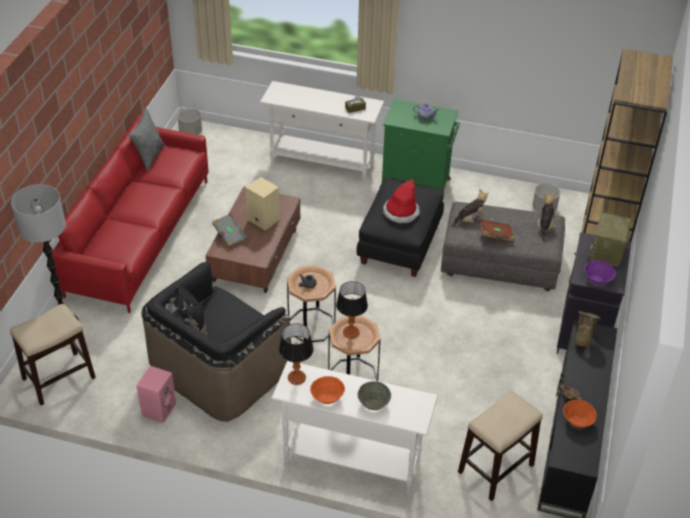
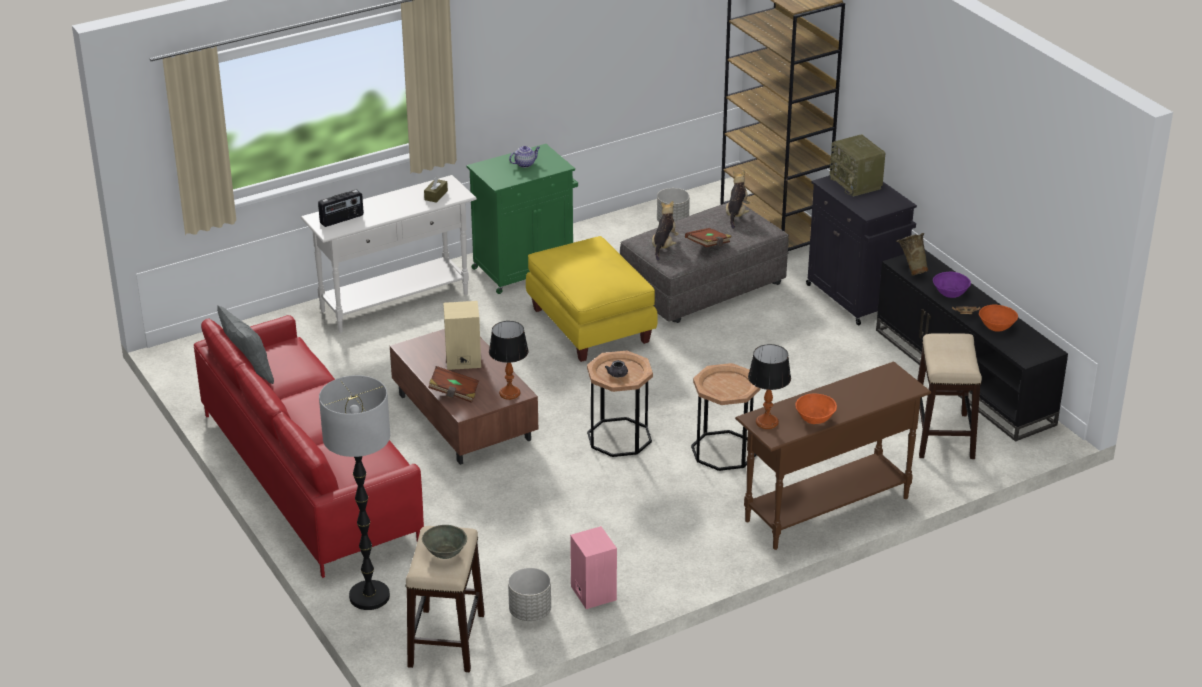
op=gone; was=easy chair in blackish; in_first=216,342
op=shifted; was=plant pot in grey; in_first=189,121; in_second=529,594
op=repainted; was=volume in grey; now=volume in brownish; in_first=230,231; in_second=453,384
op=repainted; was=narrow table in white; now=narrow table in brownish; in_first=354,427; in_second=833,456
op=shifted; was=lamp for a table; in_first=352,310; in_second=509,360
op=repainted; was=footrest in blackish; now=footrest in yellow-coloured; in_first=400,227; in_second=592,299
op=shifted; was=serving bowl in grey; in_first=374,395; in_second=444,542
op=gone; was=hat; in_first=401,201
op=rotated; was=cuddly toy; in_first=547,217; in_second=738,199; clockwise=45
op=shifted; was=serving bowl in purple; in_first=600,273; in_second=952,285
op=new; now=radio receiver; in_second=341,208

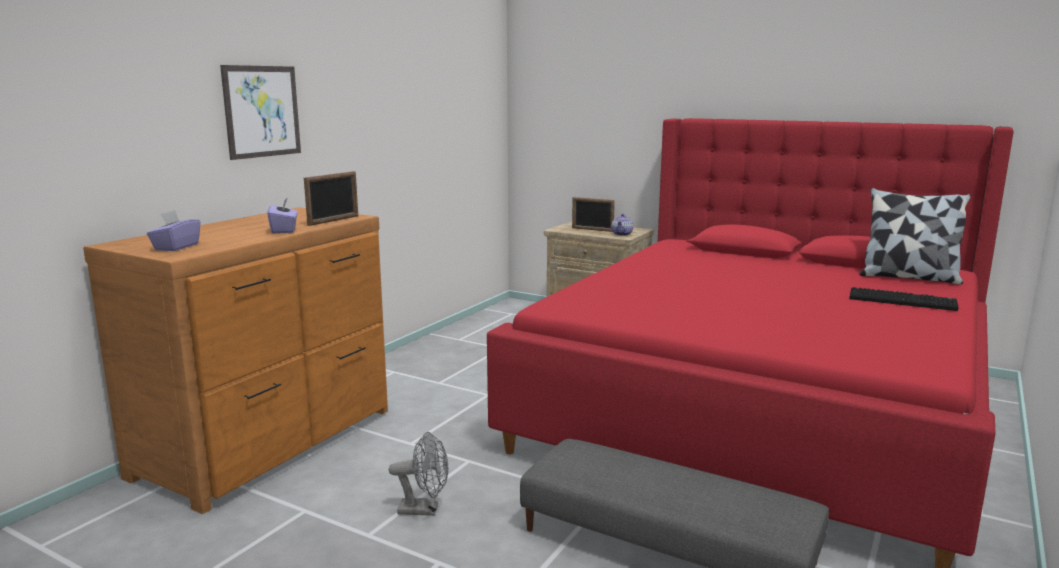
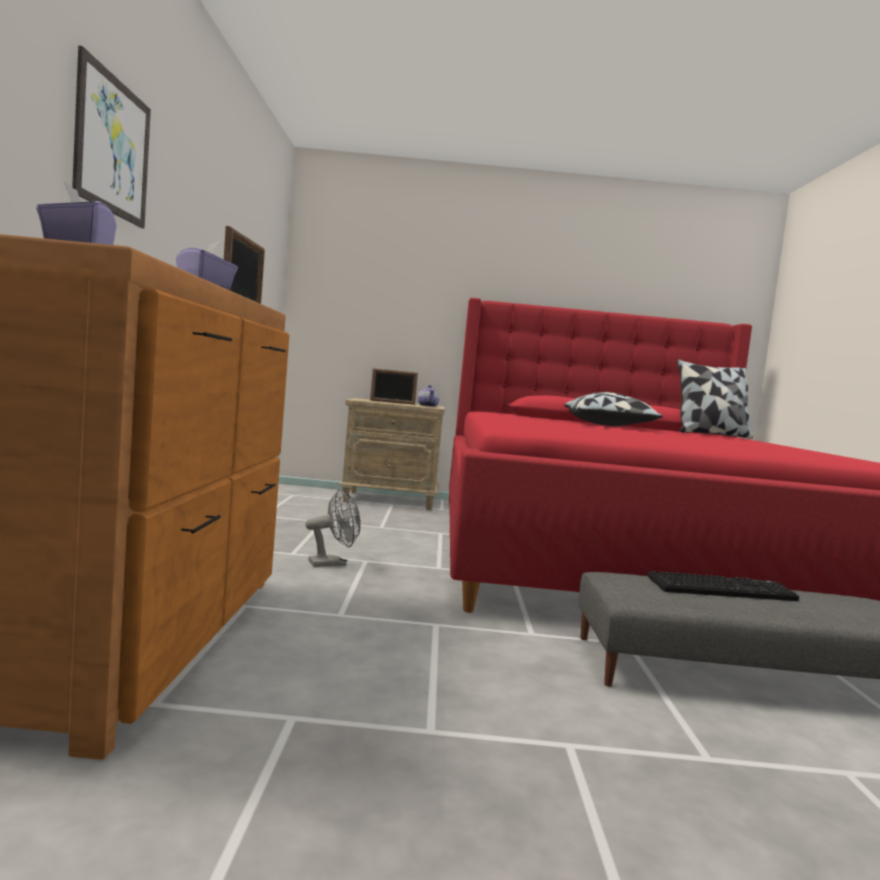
op=shifted; was=fan in grey; in_first=418,474; in_second=333,528
op=shifted; was=PC keyboard; in_first=904,299; in_second=723,586
op=new; now=pillow; in_second=613,409

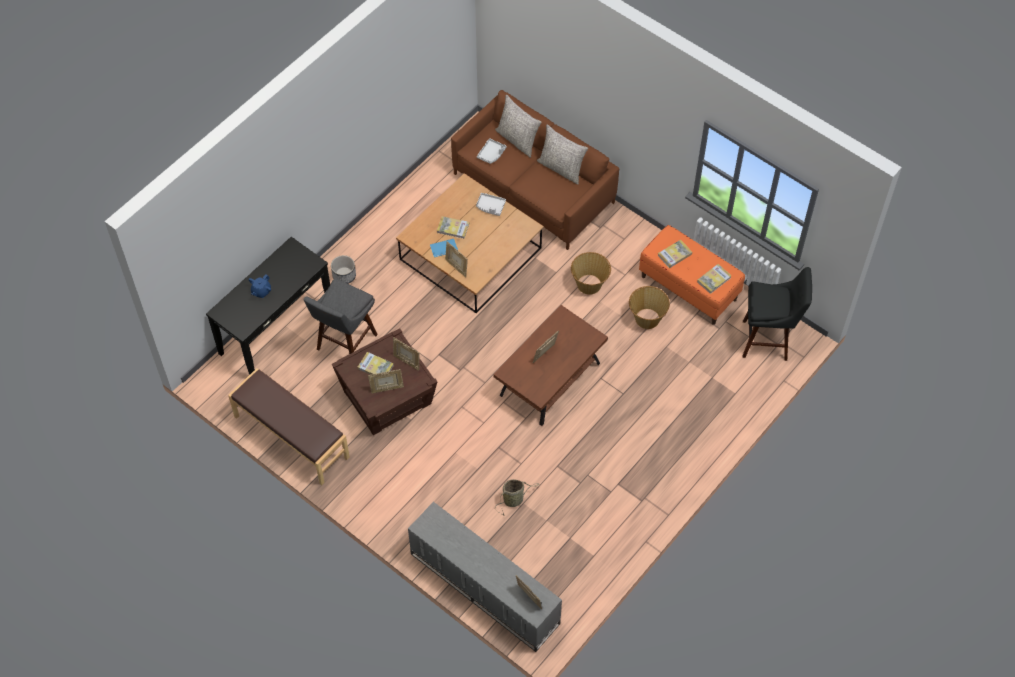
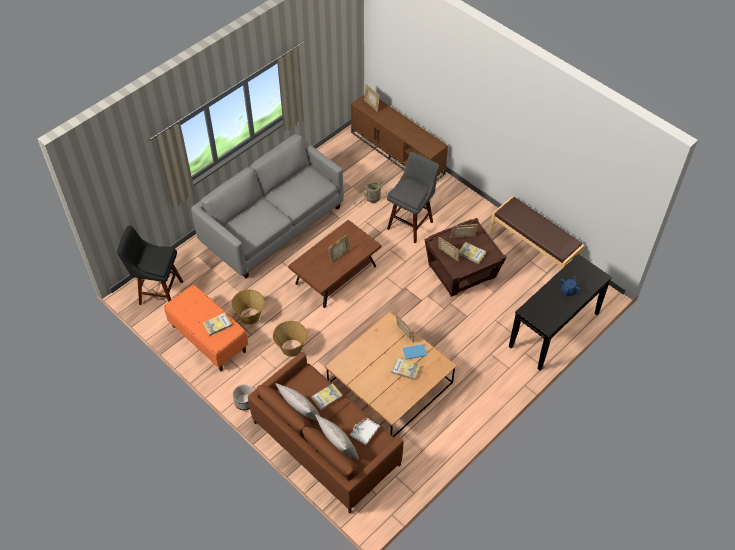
op=shifted; was=stool seat in grey; in_first=341,316; in_second=413,198
op=shifted; was=plant pot; in_first=343,269; in_second=243,397
op=repainted; was=media console in grey; now=media console in brownish; in_first=485,577; in_second=399,137
op=gone; was=serving tray in grey; in_first=491,204
op=shifted; was=volume; in_first=714,279; in_second=326,397
op=new; now=sofa in grey; in_second=267,206

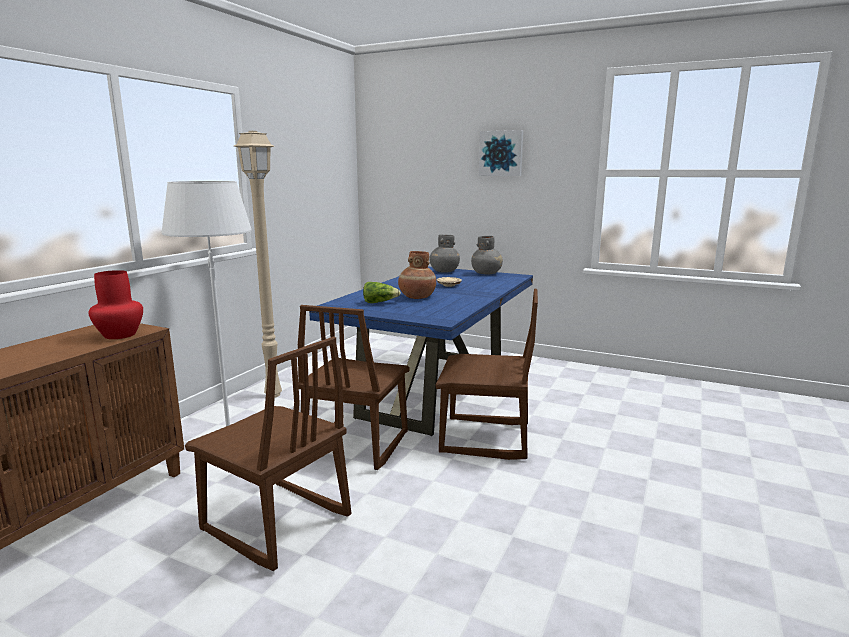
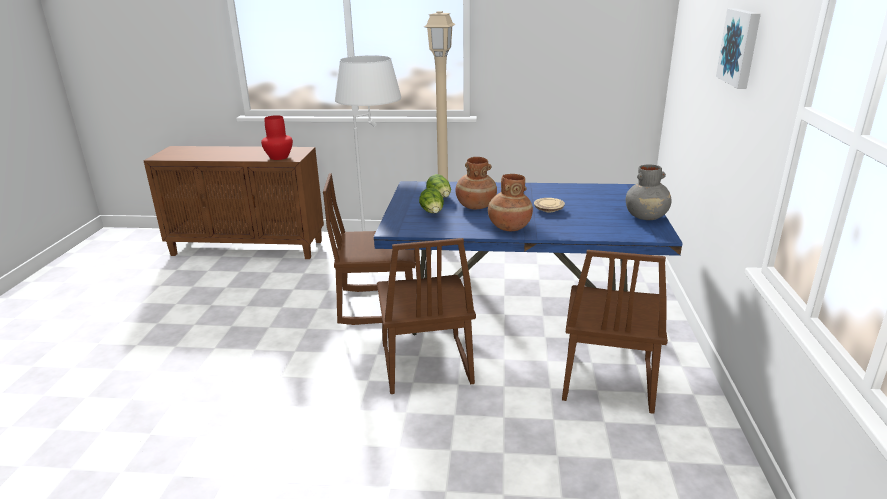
op=shifted; was=chair in brownish; in_first=268,453; in_second=615,332
op=gone; was=vase in grey; in_first=444,253
op=new; now=head of lettuce; in_second=431,200
op=new; now=vase in brownish; in_second=510,202

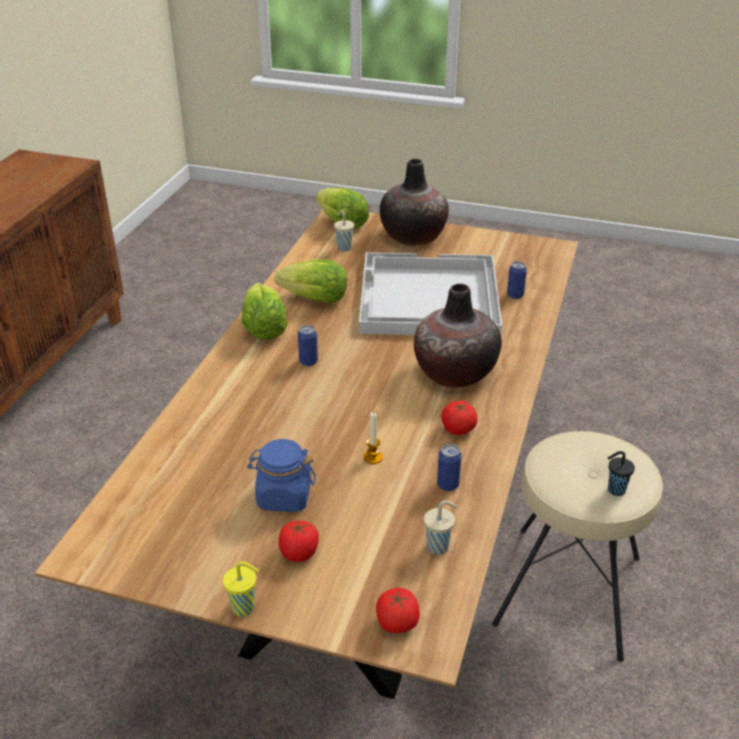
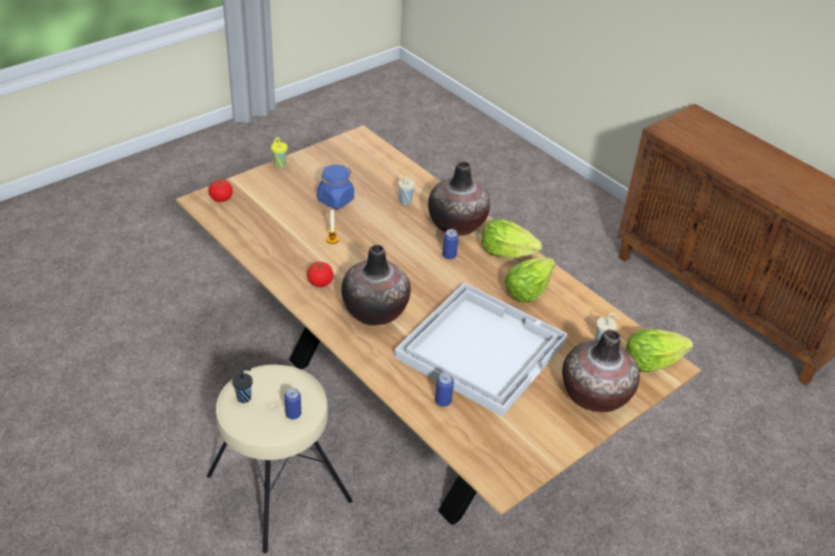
op=gone; was=whole tomato; in_first=298,541
op=shifted; was=cup in sand-coloured; in_first=440,528; in_second=406,189
op=shifted; was=can; in_first=449,467; in_second=293,404
op=new; now=vase; in_second=459,199

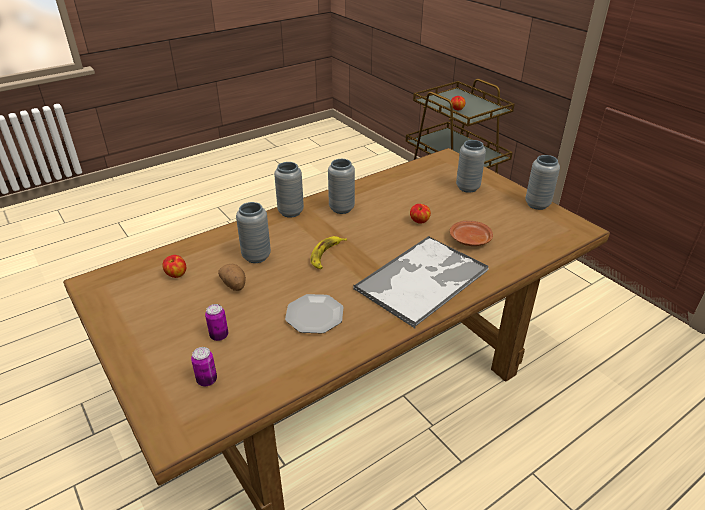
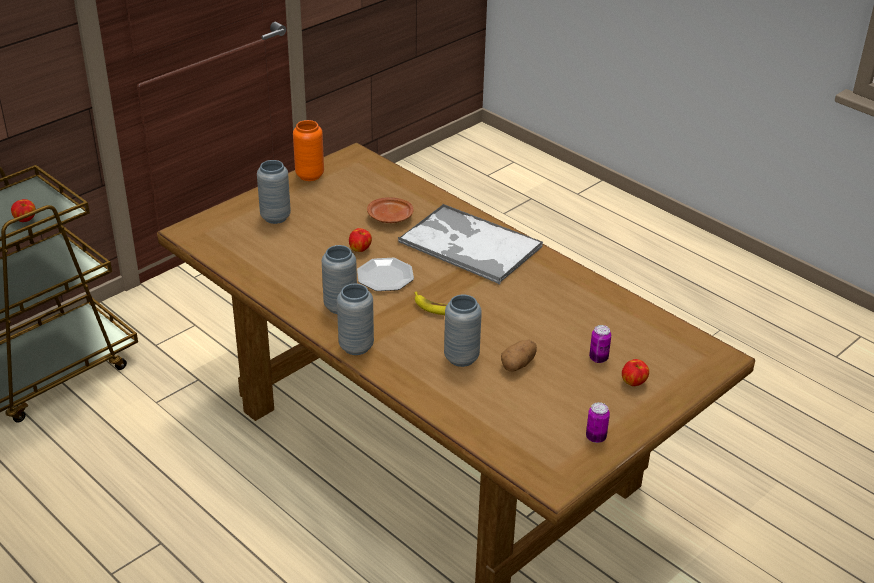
op=shifted; was=apple; in_first=174,266; in_second=635,372
op=shifted; was=can; in_first=204,366; in_second=598,422
op=shifted; was=flat dish; in_first=314,313; in_second=385,274
op=repainted; was=vase in grey; now=vase in orange-coloured; in_first=542,182; in_second=308,150

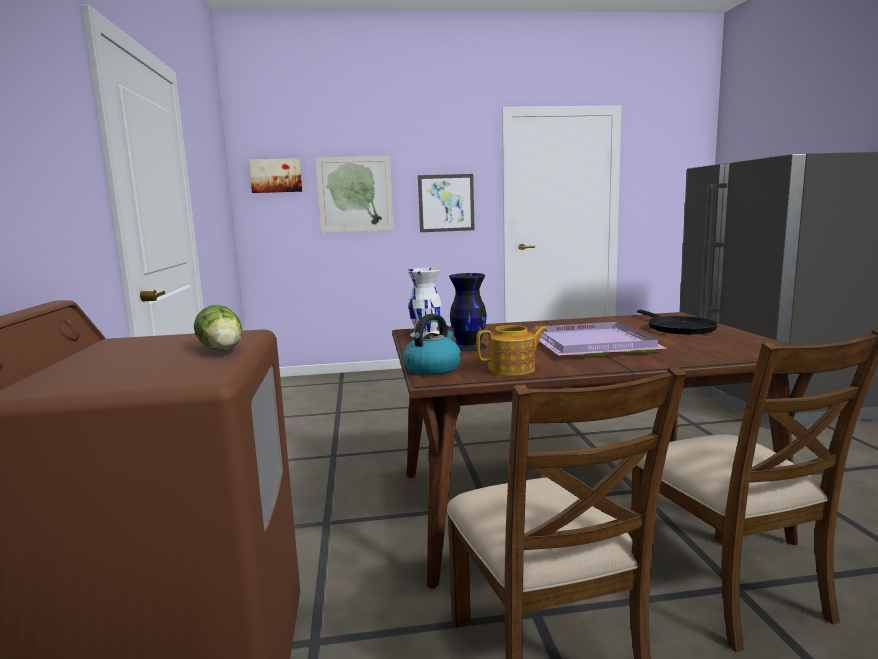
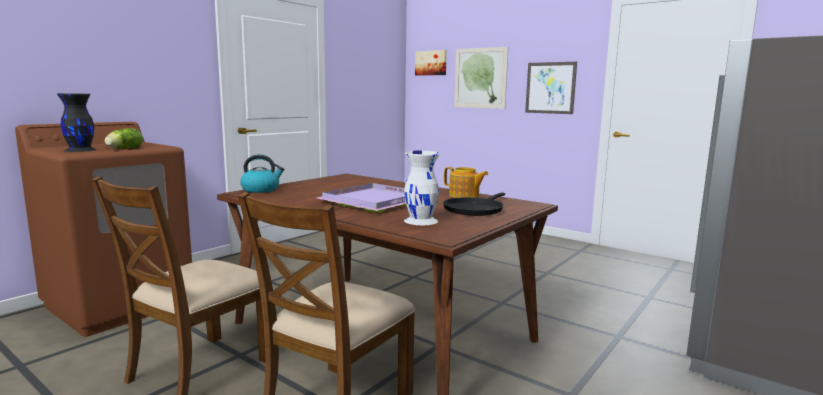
op=shifted; was=vase in white; in_first=424,302; in_second=421,188
op=shifted; was=vase in blackish; in_first=468,312; in_second=76,122
op=shifted; was=teapot; in_first=512,350; in_second=466,182

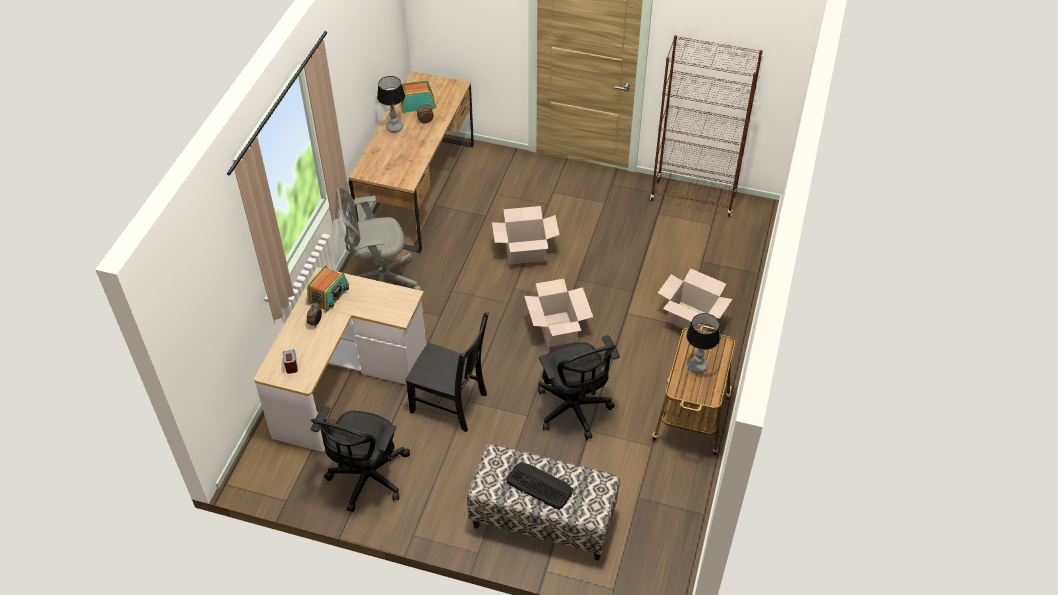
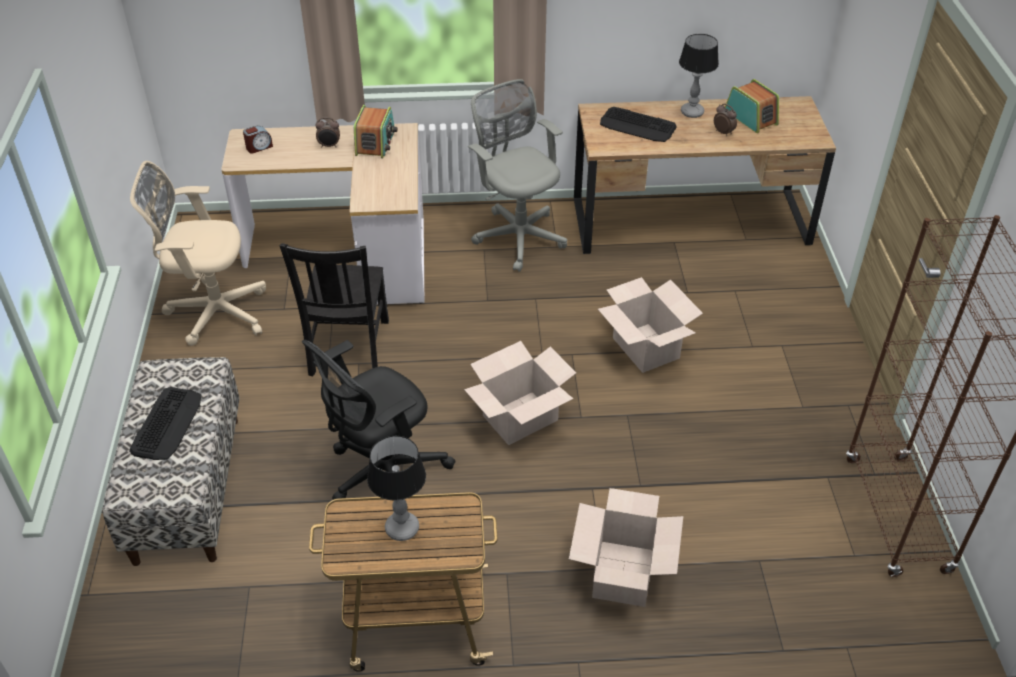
op=rotated; was=radio receiver; in_first=328,289; in_second=376,131; clockwise=-90
op=repainted; was=desk chair in blackish; now=desk chair in sand-coloured; in_first=360,459; in_second=198,253
op=new; now=PC keyboard; in_second=638,124

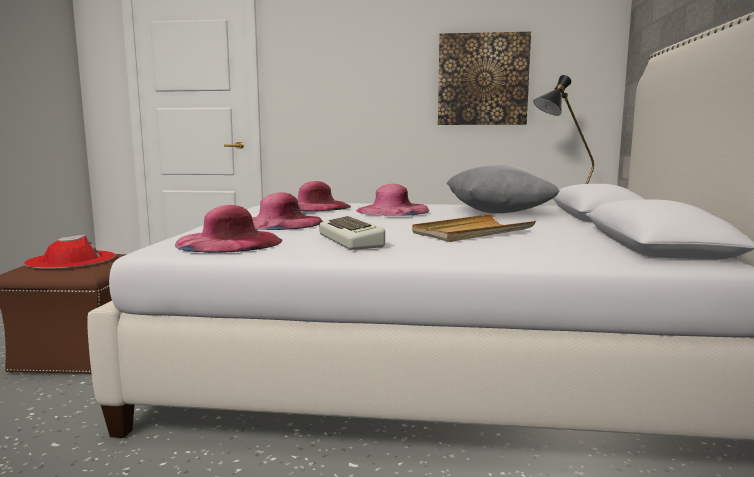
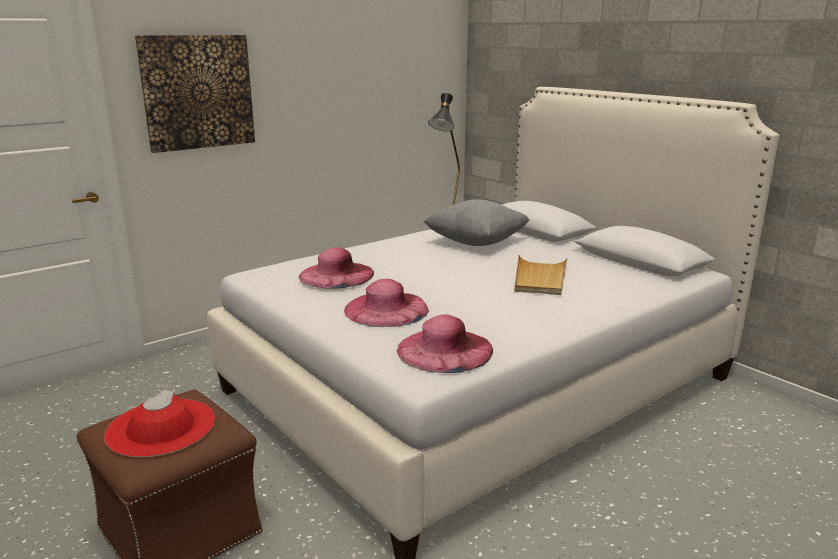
op=gone; was=PC keyboard; in_first=352,233
op=gone; was=hat in pink; in_first=392,200
op=shifted; was=picture; in_first=484,78; in_second=195,94

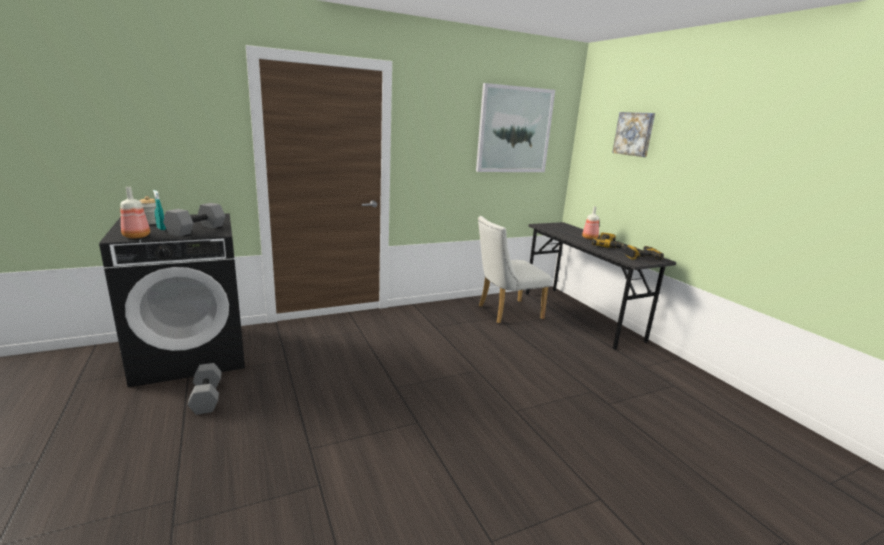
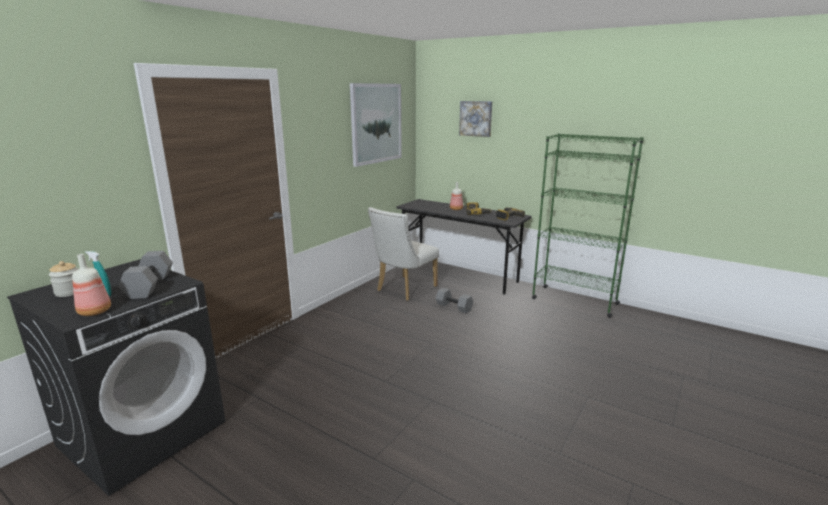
op=shifted; was=free weight in grey; in_first=205,389; in_second=454,300
op=new; now=bookcase in green; in_second=588,225

